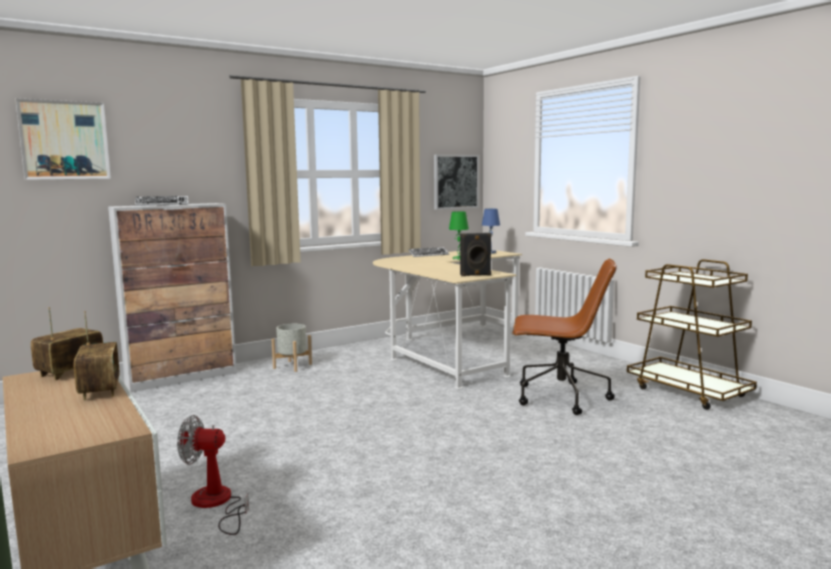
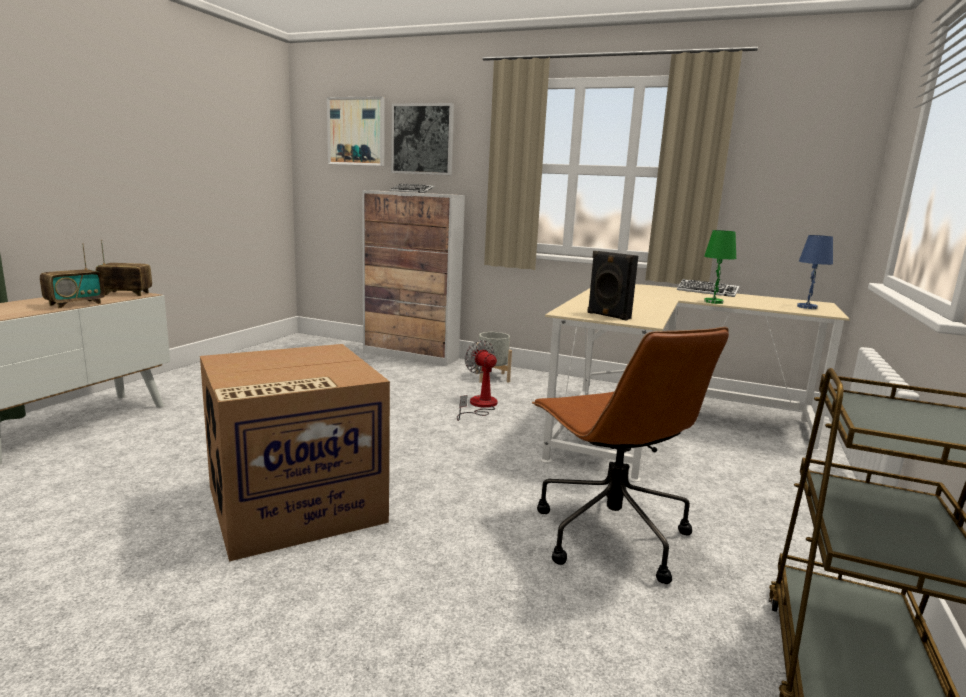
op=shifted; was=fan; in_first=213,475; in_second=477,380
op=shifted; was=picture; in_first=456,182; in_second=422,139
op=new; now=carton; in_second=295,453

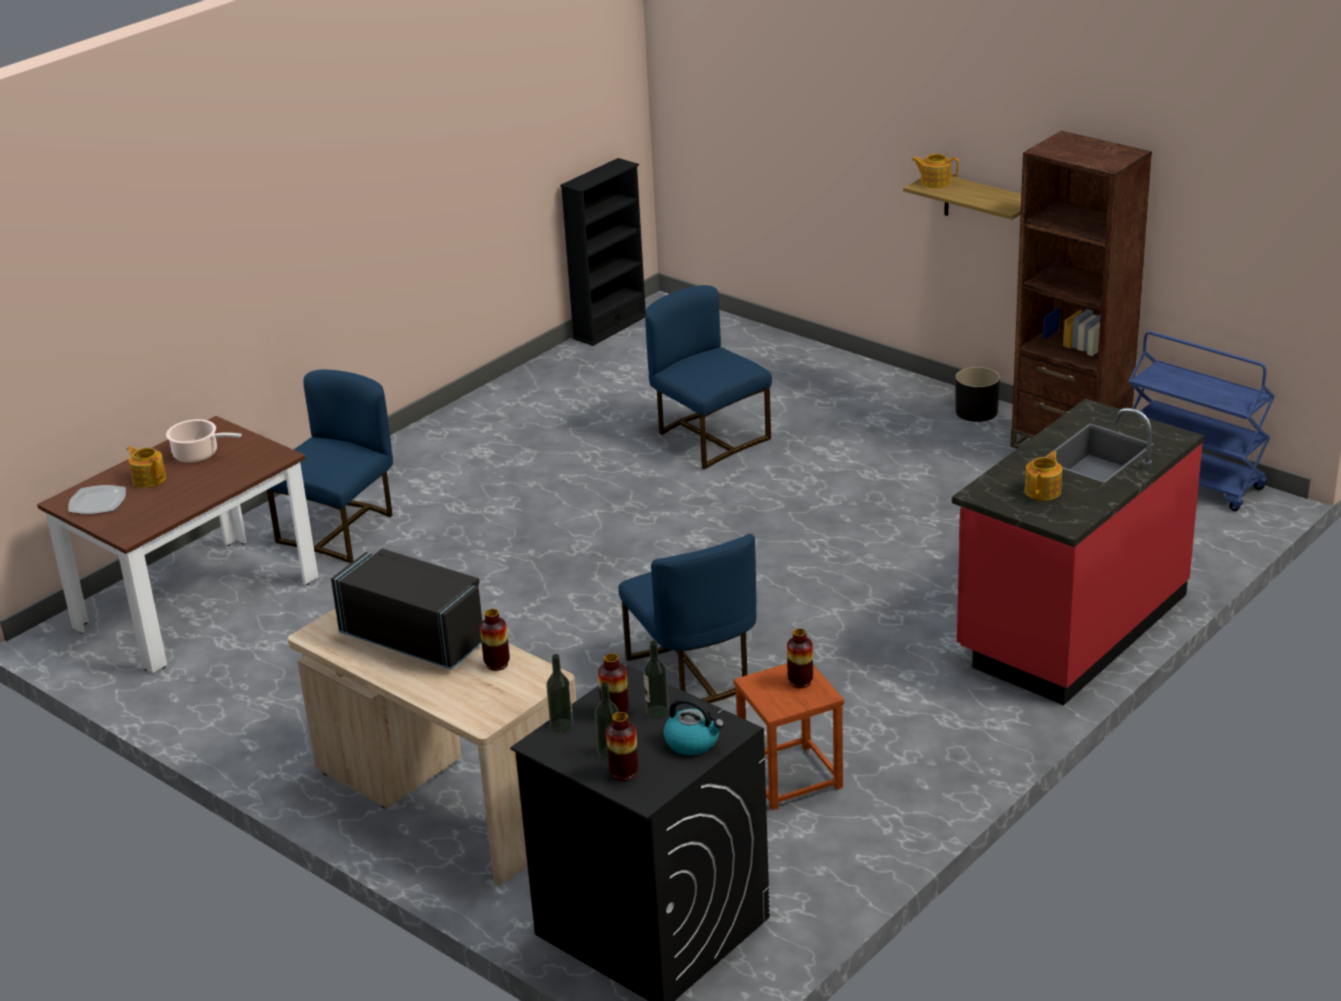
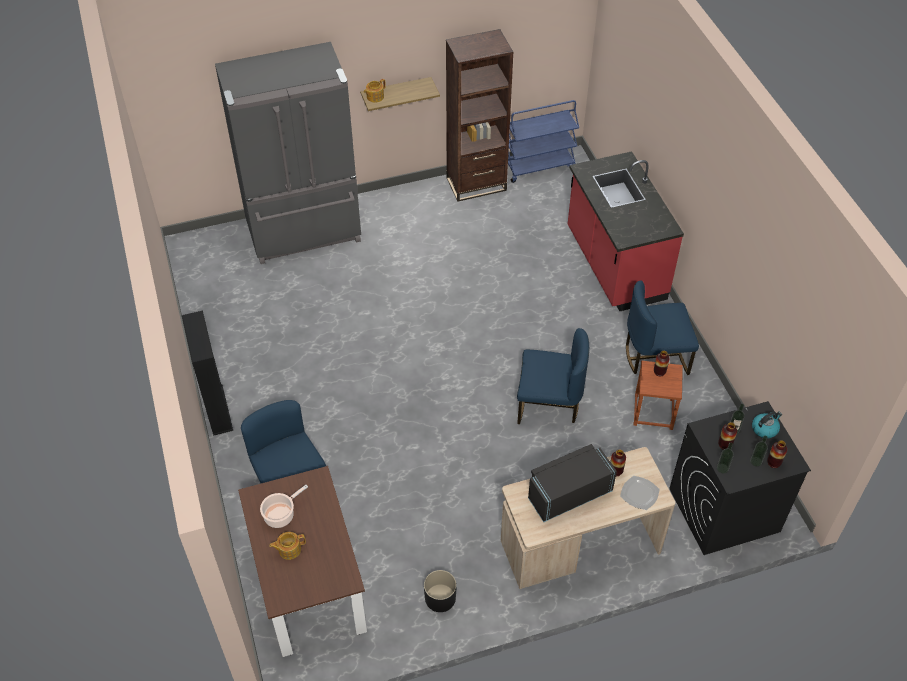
op=shifted; was=flat dish; in_first=97,499; in_second=640,493
op=shifted; was=bookcase in blackish; in_first=603,252; in_second=207,373
op=shifted; was=chair in blue-coloured; in_first=708,377; in_second=662,328
op=shifted; was=plant pot in blackish; in_first=977,394; in_second=440,591
op=gone; was=teapot; in_first=1043,476
op=new; now=refrigerator in grey; in_second=288,153

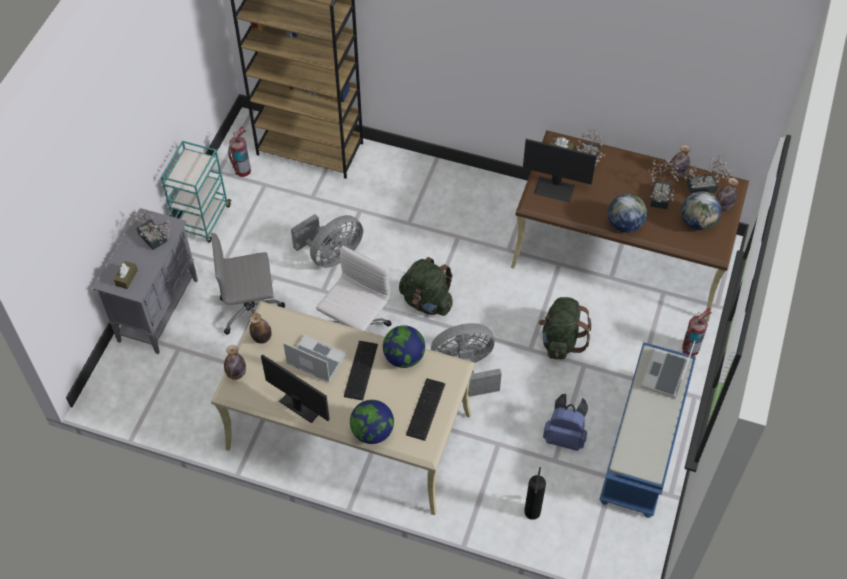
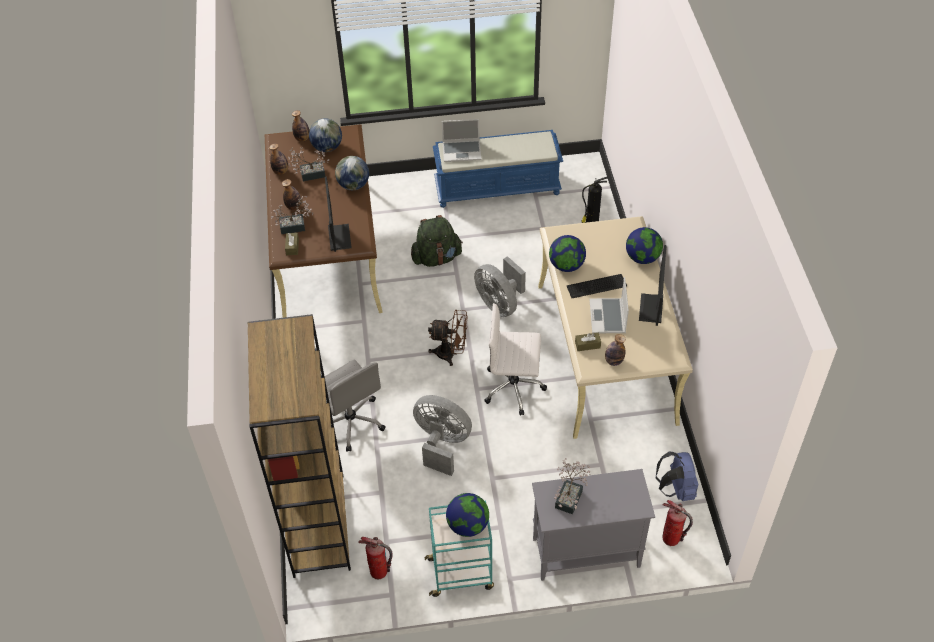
op=shifted; was=tissue box in brownish; in_first=126,275; in_second=588,342
op=shifted; was=desk chair in grey; in_first=248,284; in_second=355,406
op=shifted; was=beverage bottle; in_first=235,362; in_second=292,194
op=swapped; was=backpack in green; now=fan in brownish; in_first=426,286; in_second=447,338
op=gone; was=PC keyboard; in_first=425,410
op=shifted; was=backpack in blue-coloured; in_first=565,422; in_second=677,476
op=shifted; was=fire-fighting cylinder; in_first=696,332; in_second=677,523
op=gone; was=potted plant; in_first=707,174
op=new; now=globe; in_second=467,515

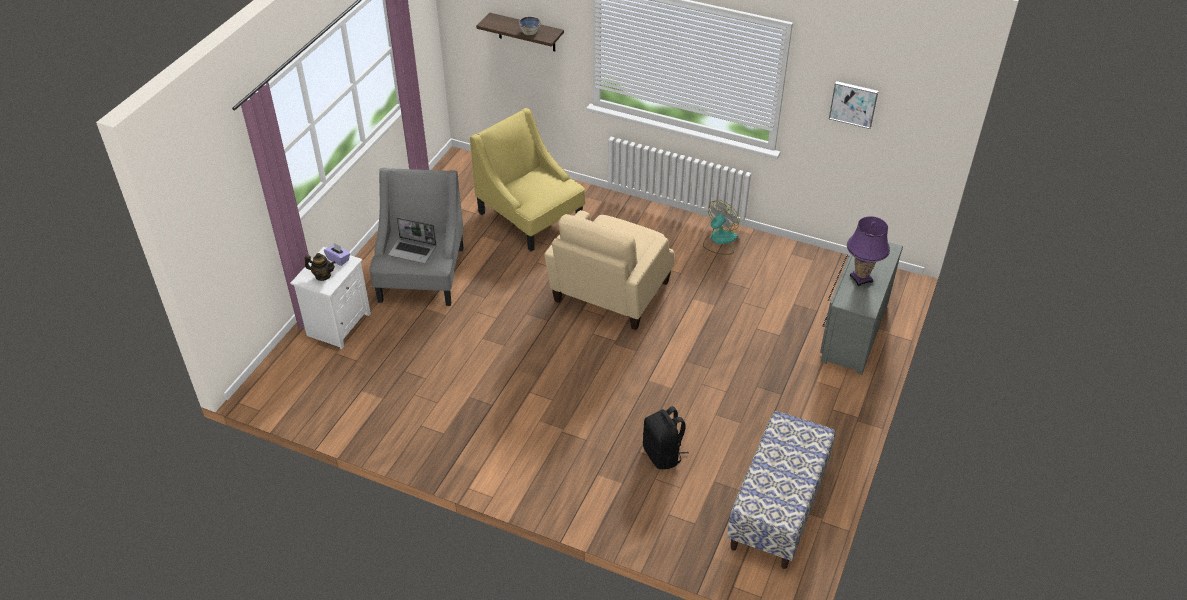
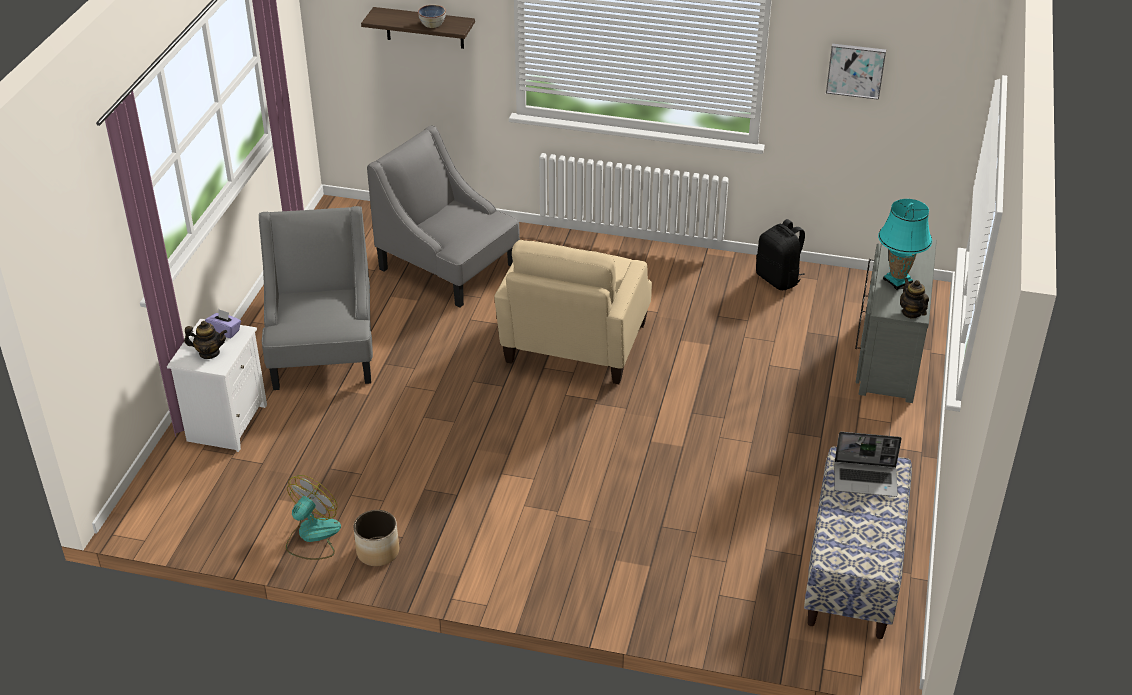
op=shifted; was=portable computer; in_first=412,240; in_second=868,464
op=repainted; was=easy chair in yellow-coloured; now=easy chair in grey; in_first=527,180; in_second=443,216
op=shifted; was=backpack in blackish; in_first=666,437; in_second=780,254
op=shifted; was=fan; in_first=721,227; in_second=313,517
op=repainted; was=lamp for a table in purple; now=lamp for a table in blue-green; in_first=868,251; in_second=905,244
op=new; now=plant pot; in_second=376,538
op=new; now=teapot; in_second=914,298

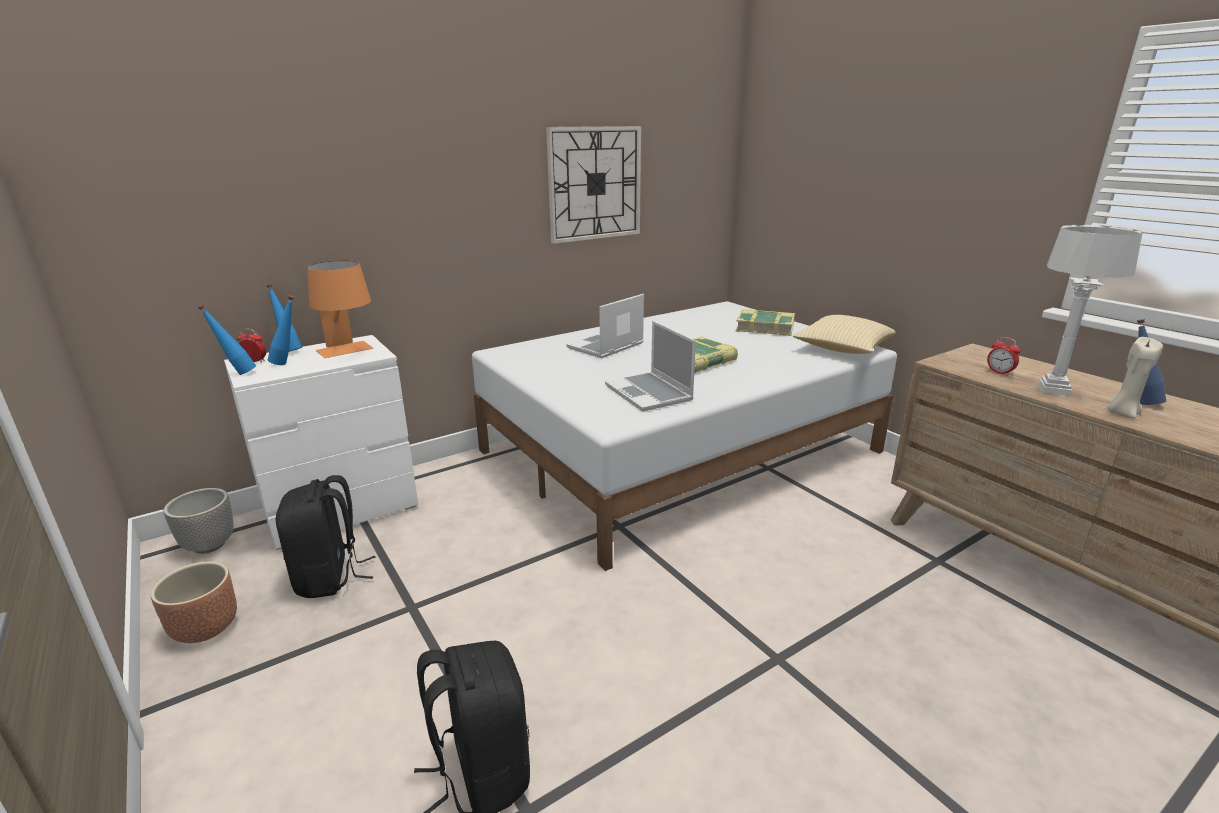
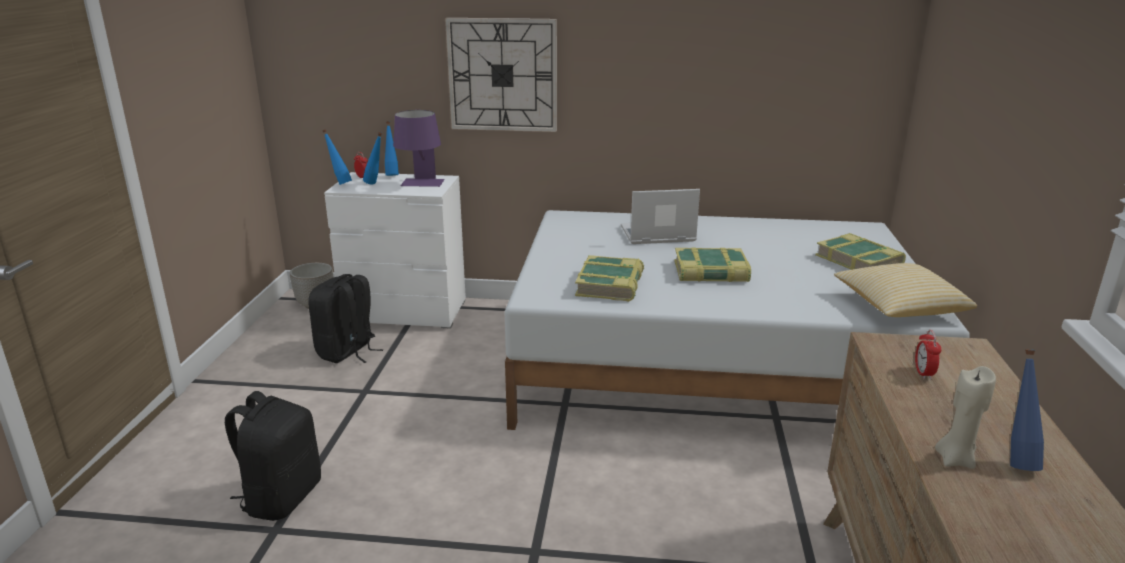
op=gone; was=plant pot in brownish; in_first=194,602
op=repainted; was=lamp for a table in orange-coloured; now=lamp for a table in purple; in_first=340,309; in_second=418,148
op=shifted; was=hanging clock; in_first=593,185; in_second=501,75
op=swapped; was=portable computer; now=volume; in_first=650,366; in_second=609,278
op=gone; was=lamp for a table in grey; in_first=1090,310

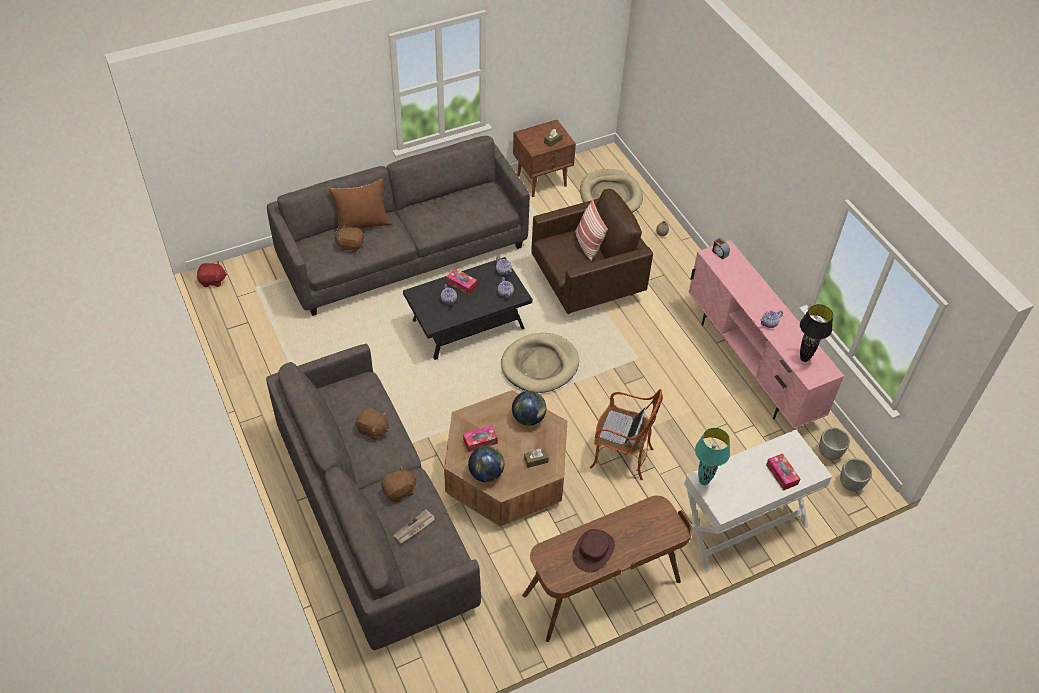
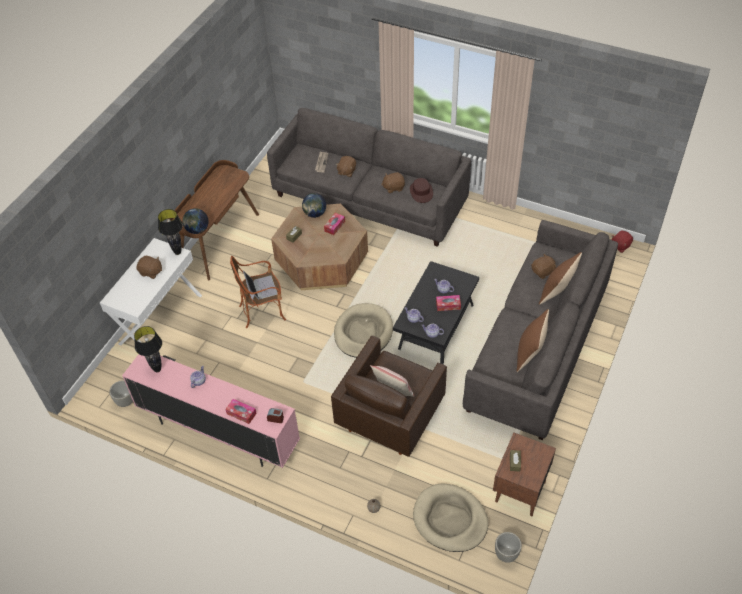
op=shifted; was=globe; in_first=529,408; in_second=196,221
op=shifted; was=hat in brownish; in_first=593,551; in_second=421,190
op=repainted; was=lamp for a table in blue-green; now=lamp for a table in blackish; in_first=712,456; in_second=170,232
op=shifted; was=tissue box; in_first=783,472; in_second=241,411
op=shifted; was=plant pot in grey; in_first=856,474; in_second=508,547
op=new; now=cuddly toy in brownish; in_second=149,267
op=new; now=pillow in brownish; in_second=533,340

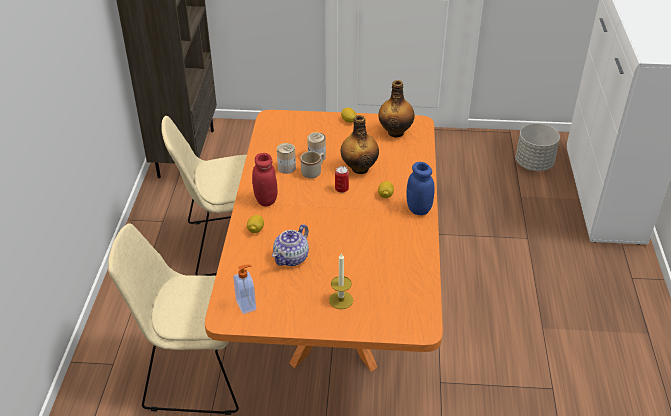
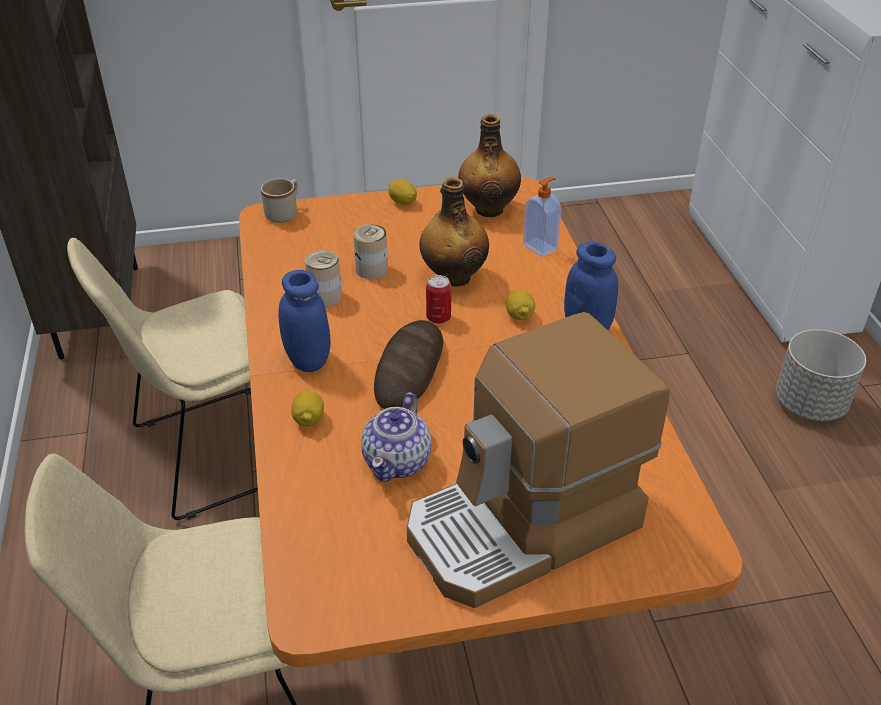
op=shifted; was=soap dispenser; in_first=244,289; in_second=542,217
op=repainted; was=jar in red-coloured; now=jar in blue-coloured; in_first=264,180; in_second=304,321
op=shifted; was=tea mug in sand-coloured; in_first=312,165; in_second=279,200
op=swapped; was=wax light; now=coffee brewer; in_first=341,280; in_second=538,460
op=shifted; was=plant pot in grey; in_first=538,147; in_second=821,375
op=new; now=bakery bread; in_second=408,364

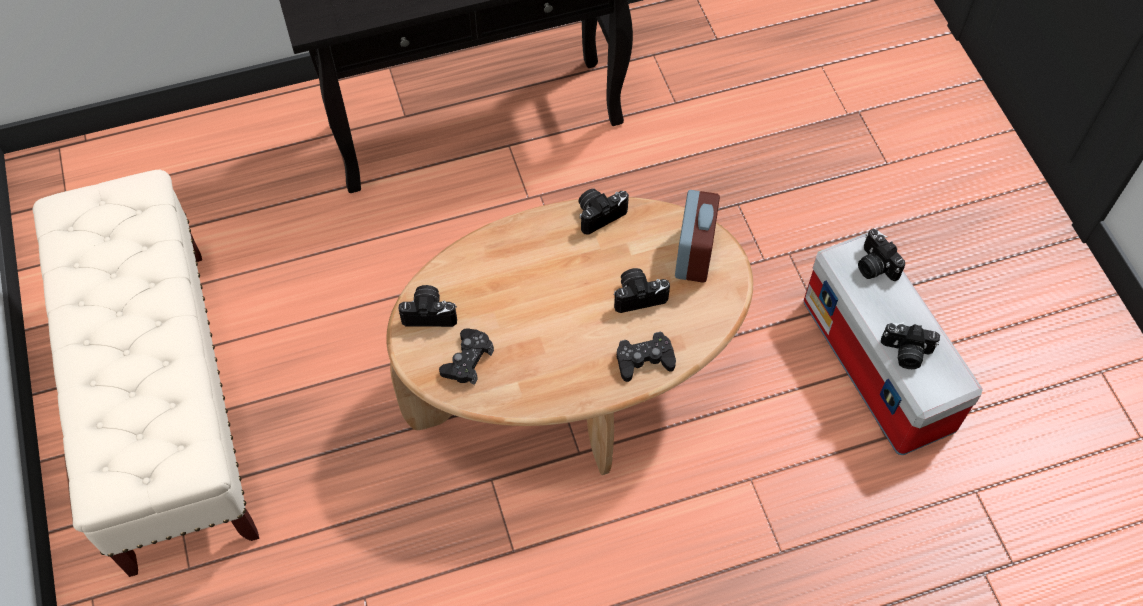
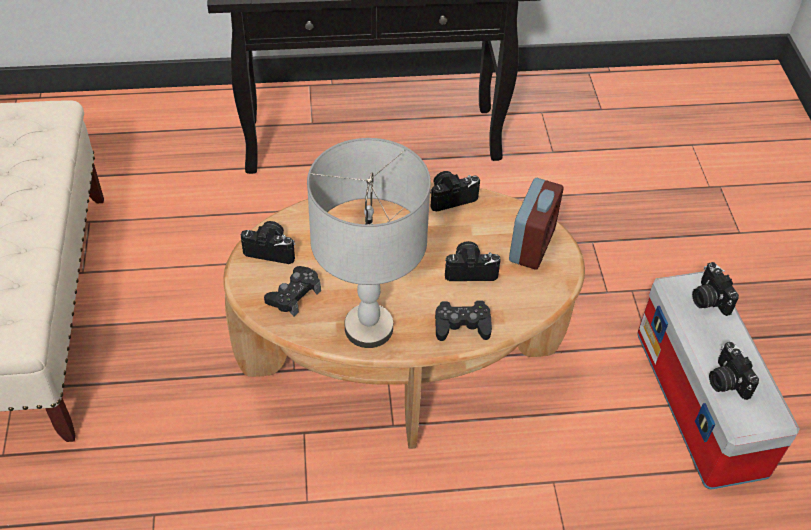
op=rotated; was=still camera; in_first=910,345; in_second=734,371; clockwise=45
op=new; now=lamp for a table in grey; in_second=369,243

